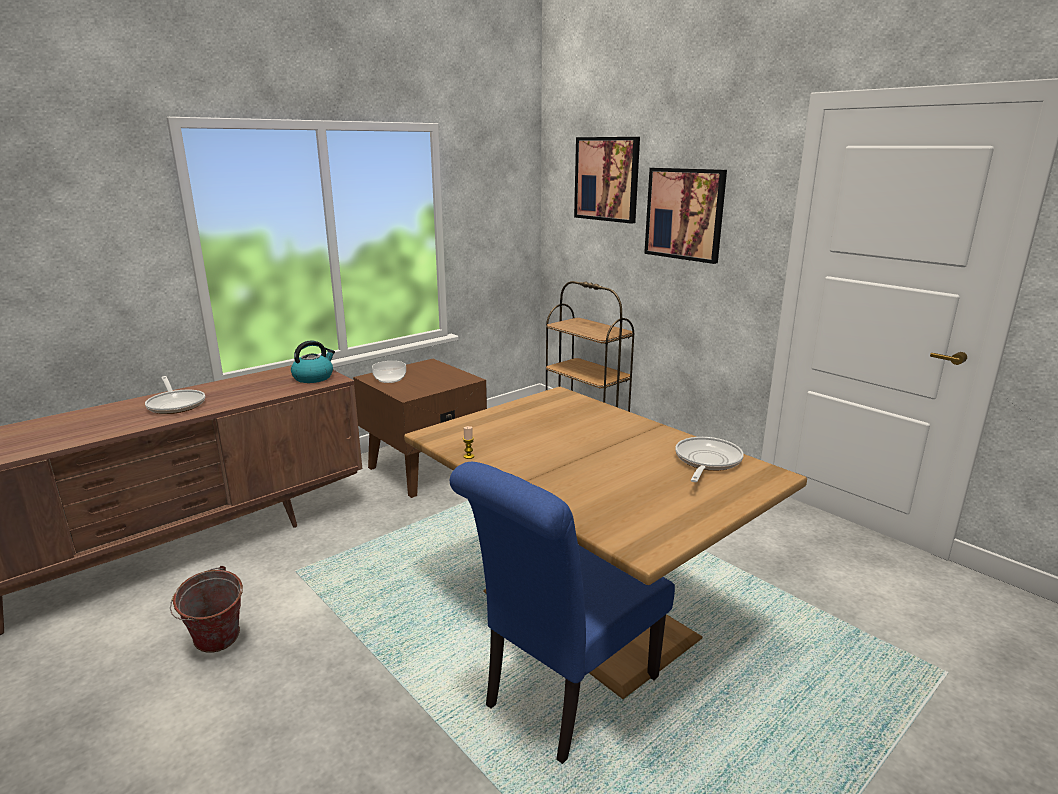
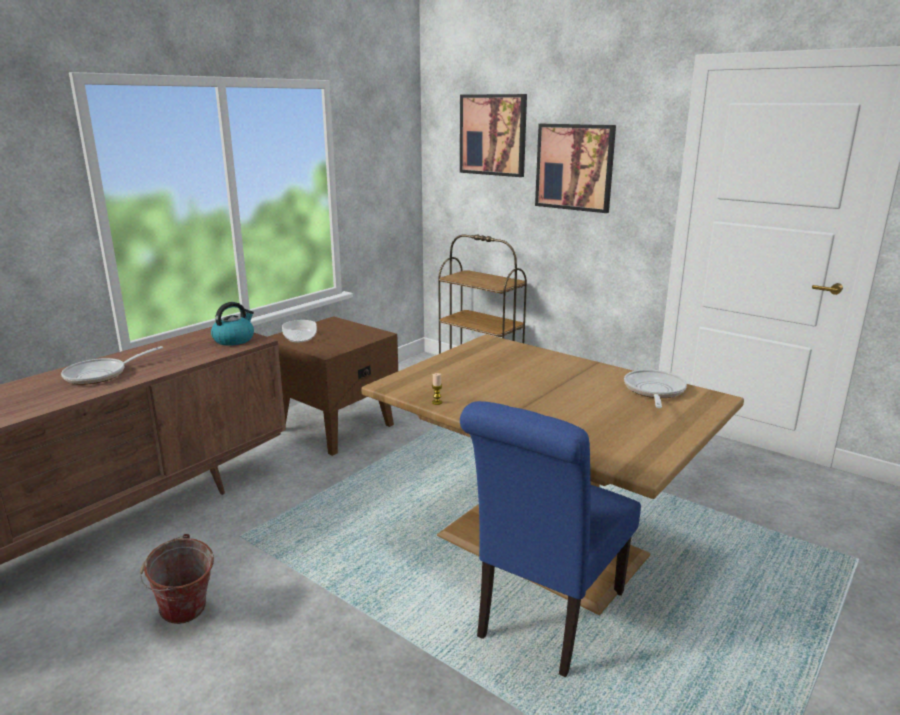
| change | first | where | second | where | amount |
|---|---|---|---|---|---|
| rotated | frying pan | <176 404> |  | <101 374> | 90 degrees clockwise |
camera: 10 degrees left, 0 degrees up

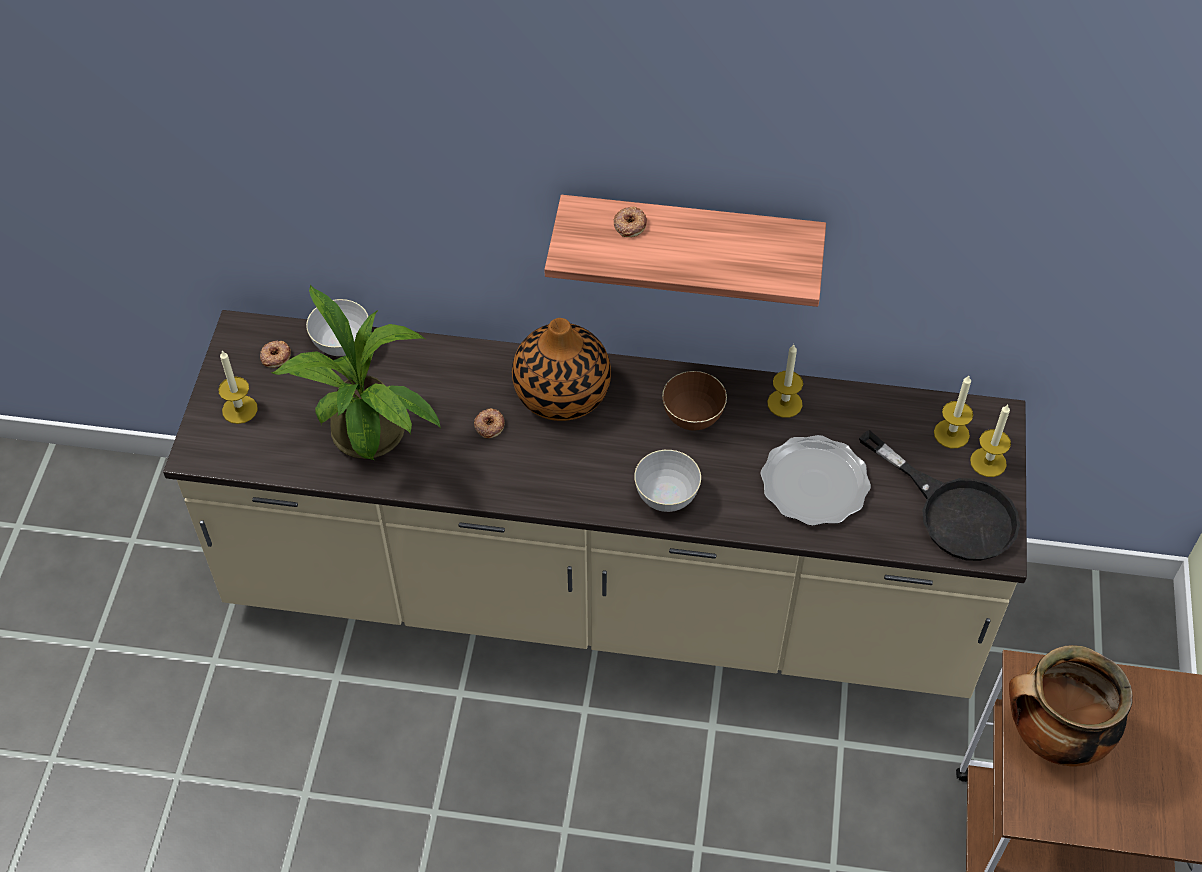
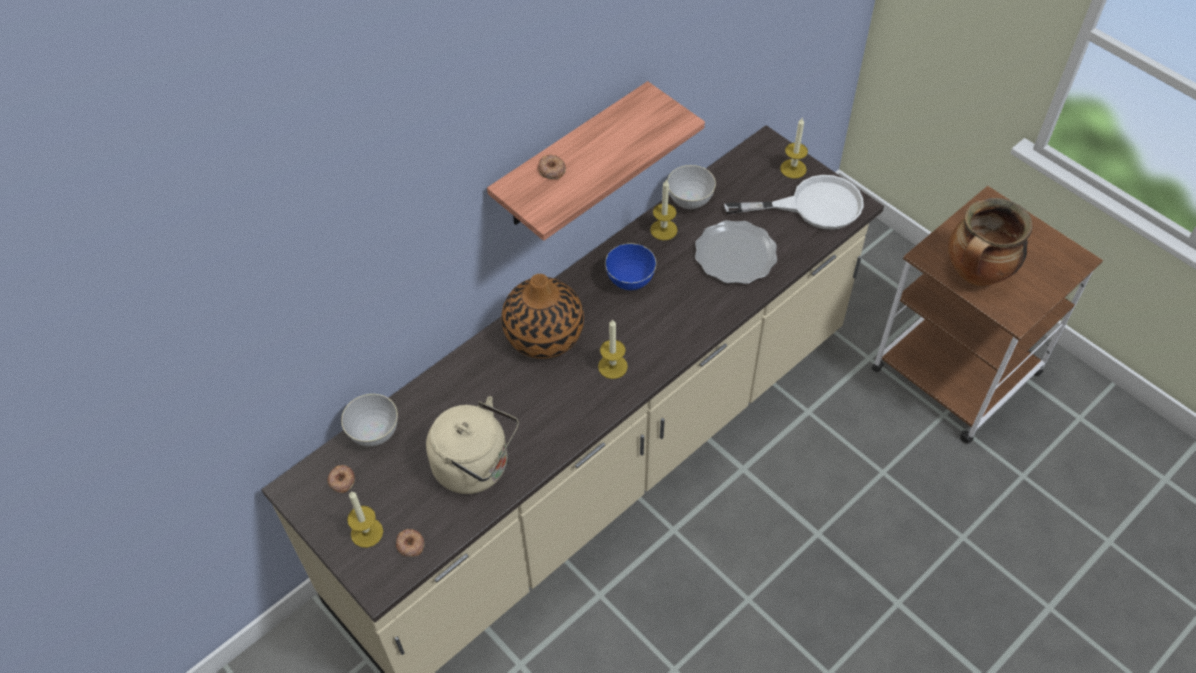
| change | first | where | second | where | amount |
|---|---|---|---|---|---|
| shifted | donut | <489 425> |  | <410 544> |  |
| shifted | bowl (grey) | <666 497> |  | <689 201> |  |
| shifted | candle | <951 434> |  | <612 366> |  |
| swapped | potted plant | <371 440> | kettle (beige) | <476 467> |  |
| repainted | bowl (brown) | <692 417> | bowl (blue) | <630 280> |  |
| repainted | frying pan (black) | <953 511> | frying pan (white) | <812 206> |  |
camera: 50 degrees left, 0 degrees up

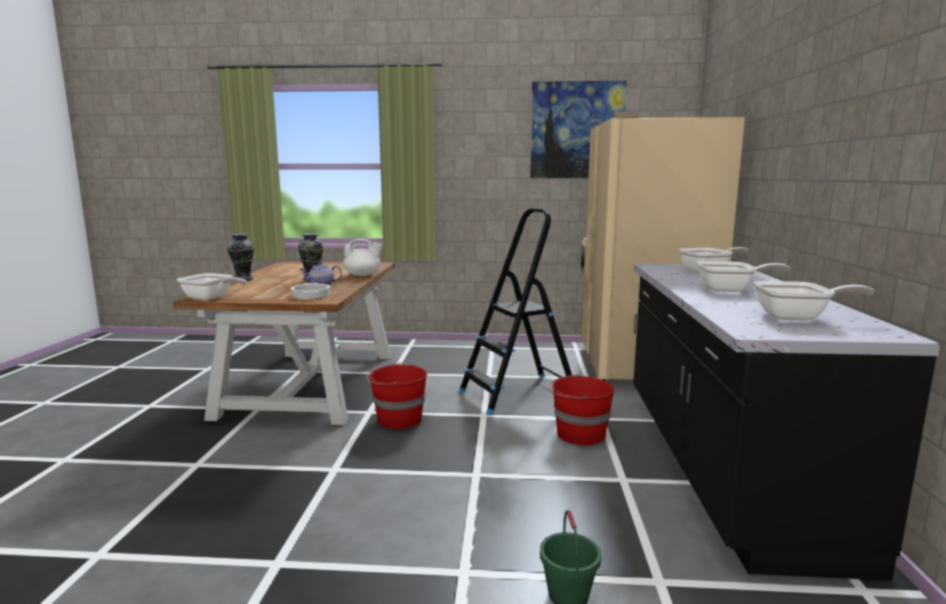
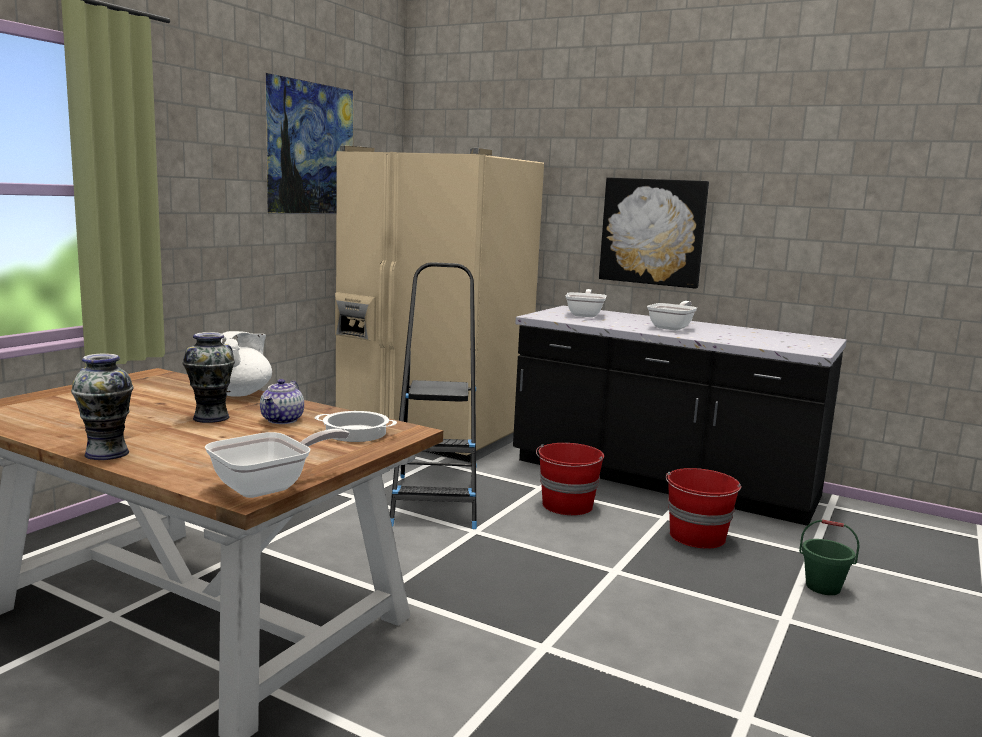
| change | first | where | second | where | amount |
|---|---|---|---|---|---|
| gone | frying pan | <798 317> |  |  |  |
| new |  |  | picture | <652 231> |  |
| shifted | bucket (red) | <398 419> |  | <697 537> |  |
camera: 65 degrees left, 0 degrees up

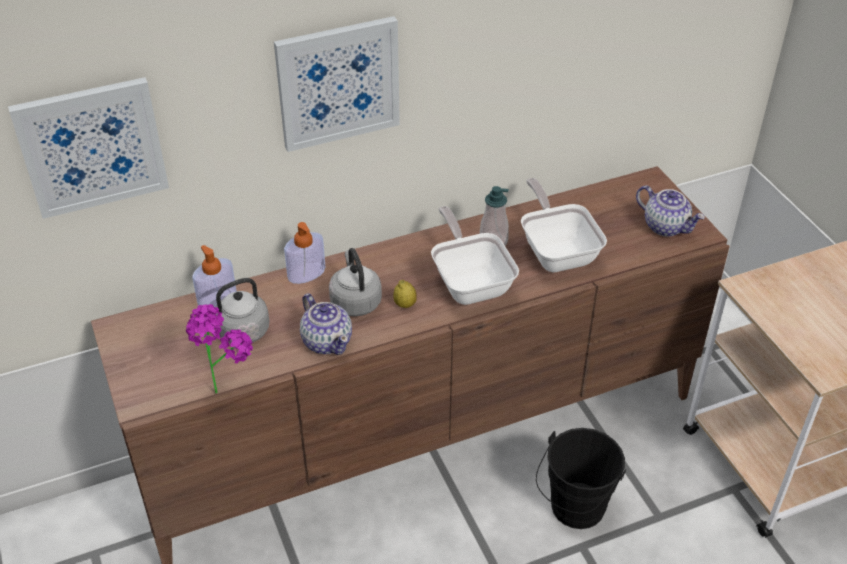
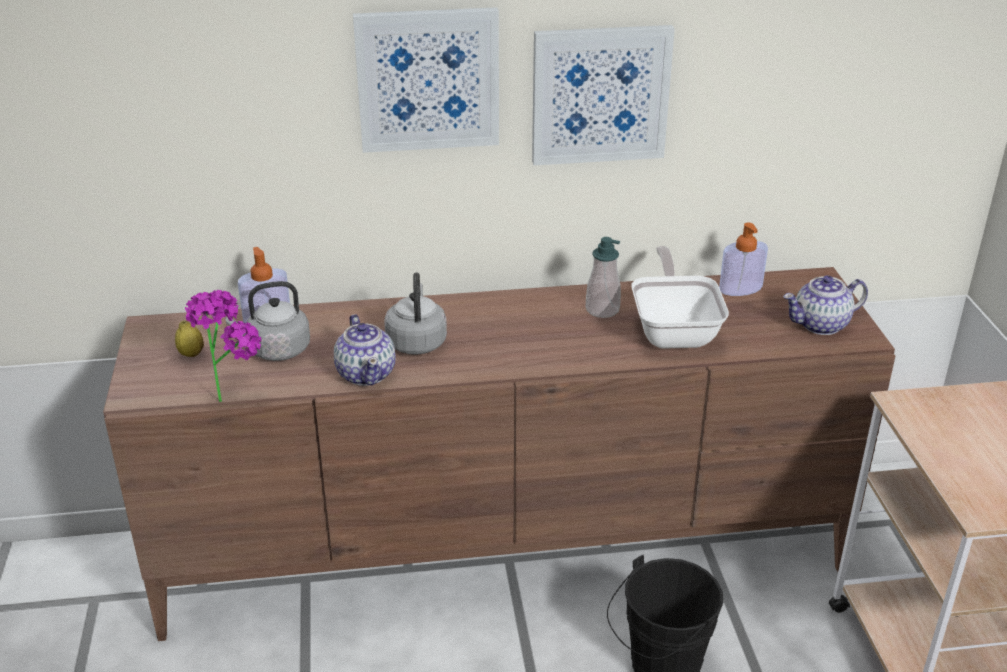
| change | first | where | second | where | amount |
|---|---|---|---|---|---|
| gone | frying pan | <470 282> |  |  |  |
| shifted | picture | <92 146> |  | <600 94> |  |
| shifted | soap dispenser | <306 273> |  | <740 288> |  |
| shifted | lemon | <405 304> |  | <191 354> |  |
| rotated | teapot | <666 226> |  | <820 325> | 105 degrees clockwise |
camera: 15 degrees right, 10 degrees down

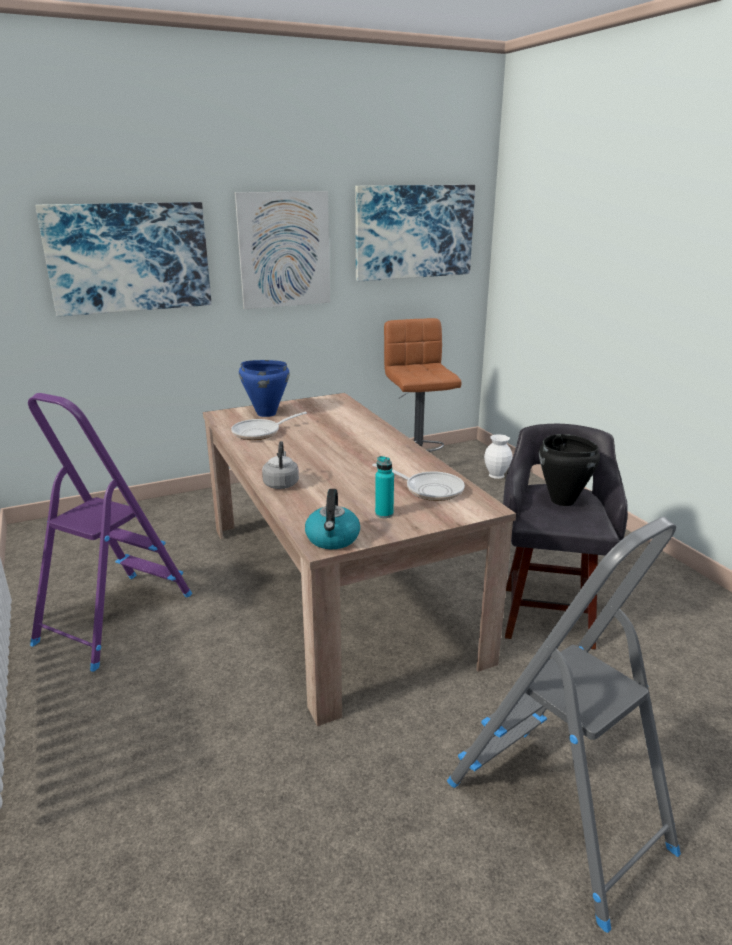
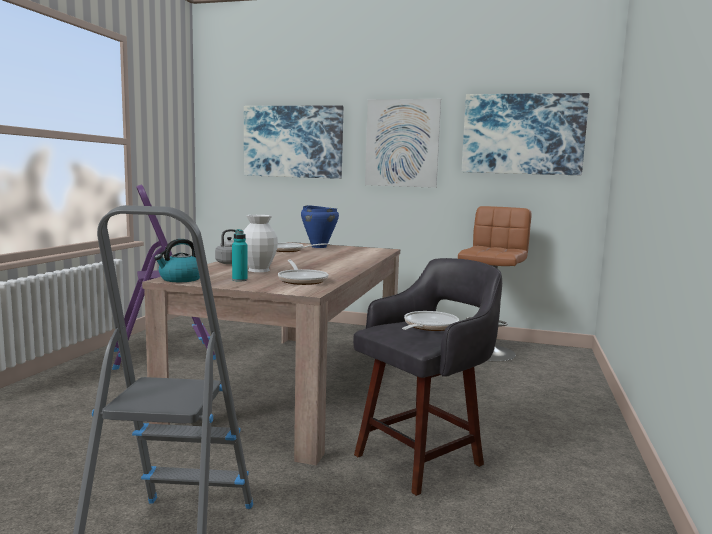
| change | first | where | second | where | amount |
|---|---|---|---|---|---|
| shifted | vase (white) | <496 475> |  | <259 270> |  |
| swapped | cooking pot (black) | <562 501> | frying pan | <428 327> |  |
camera: 40 degrees right, 15 degrees down

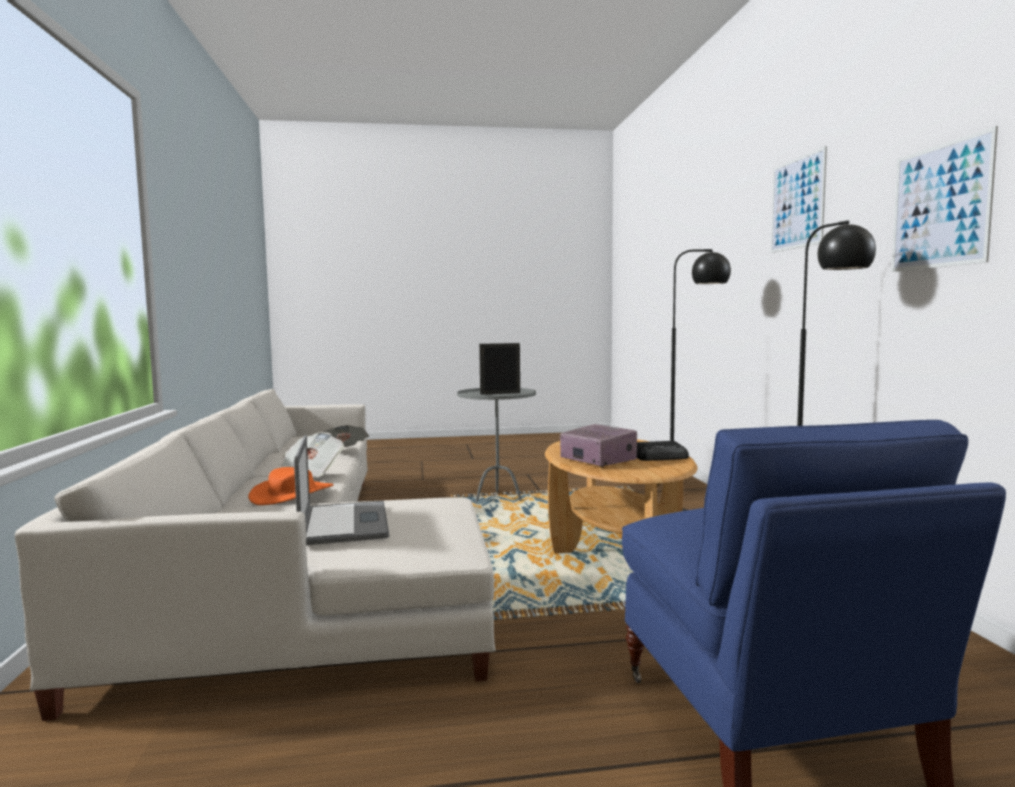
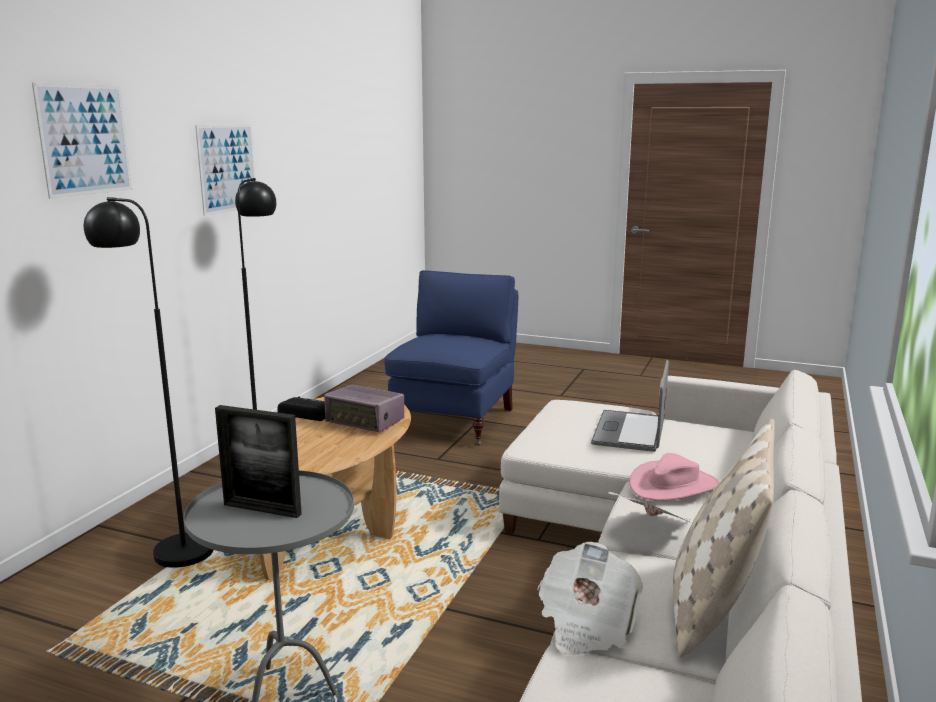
| change | first | where | second | where | amount |
|---|---|---|---|---|---|
| new |  |  | pillow (beige) | <715 606> |  |
| repainted | hat (orange) | <292 494> | hat (pink) | <673 485> |  |
| rotated | radio | <597 460> |  | <365 422> | 60 degrees counterclockwise |
camera: 150 degrees left, 10 degrees up

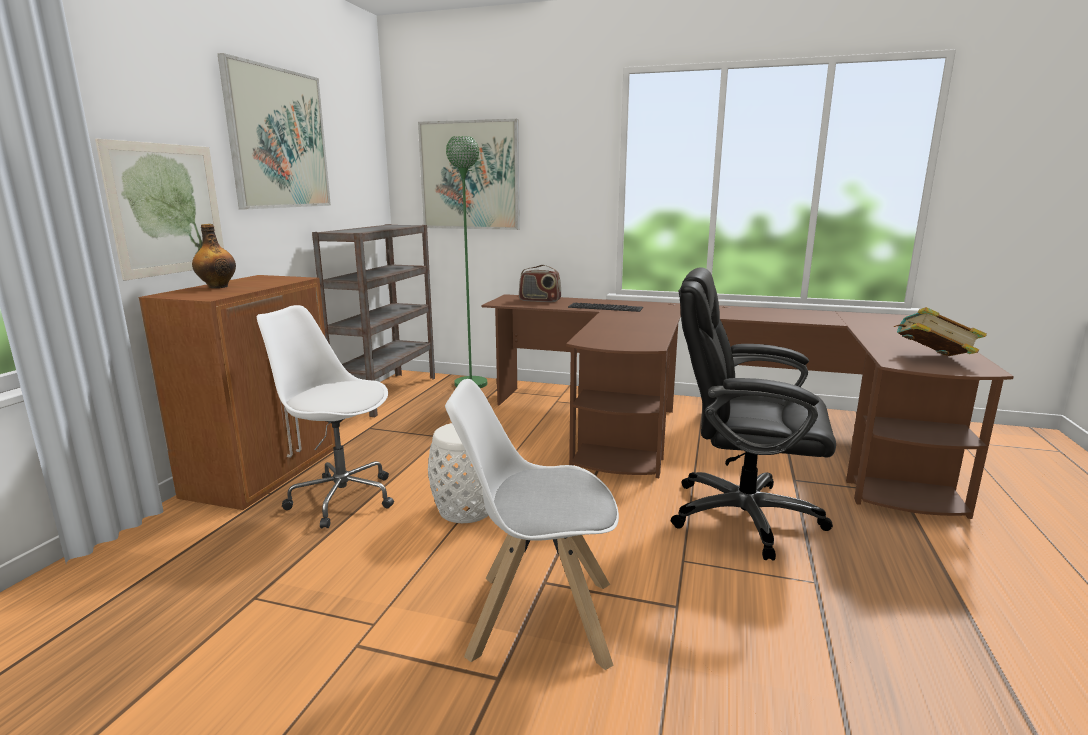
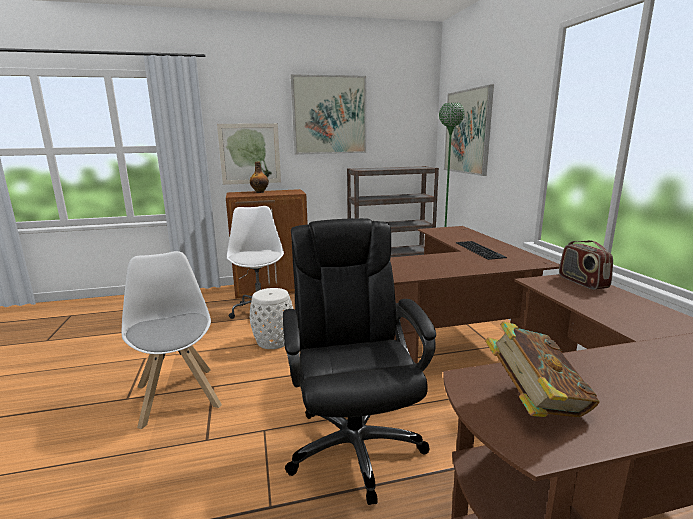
| change | first | where | second | where | amount |
|---|---|---|---|---|---|
| shifted | radio | <539 300> |  | <582 282> |  |
camera: 60 degrees right, 0 degrees up

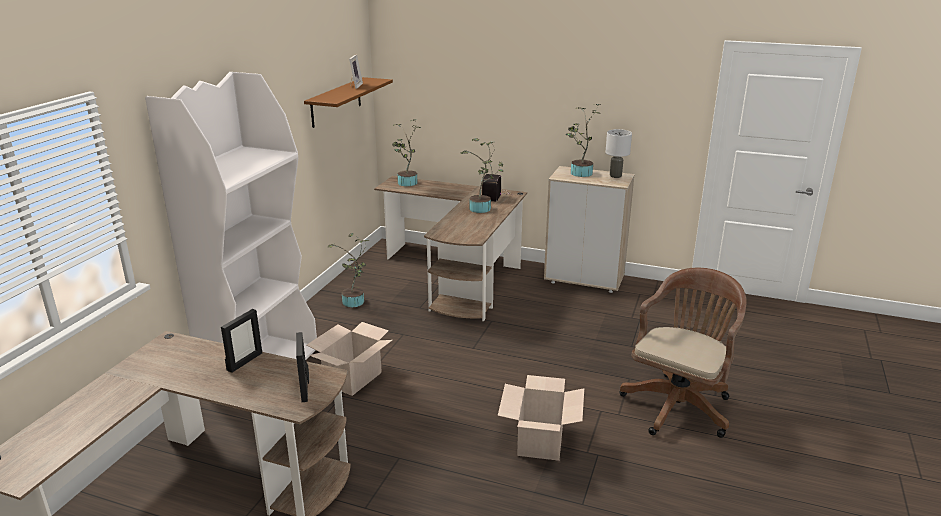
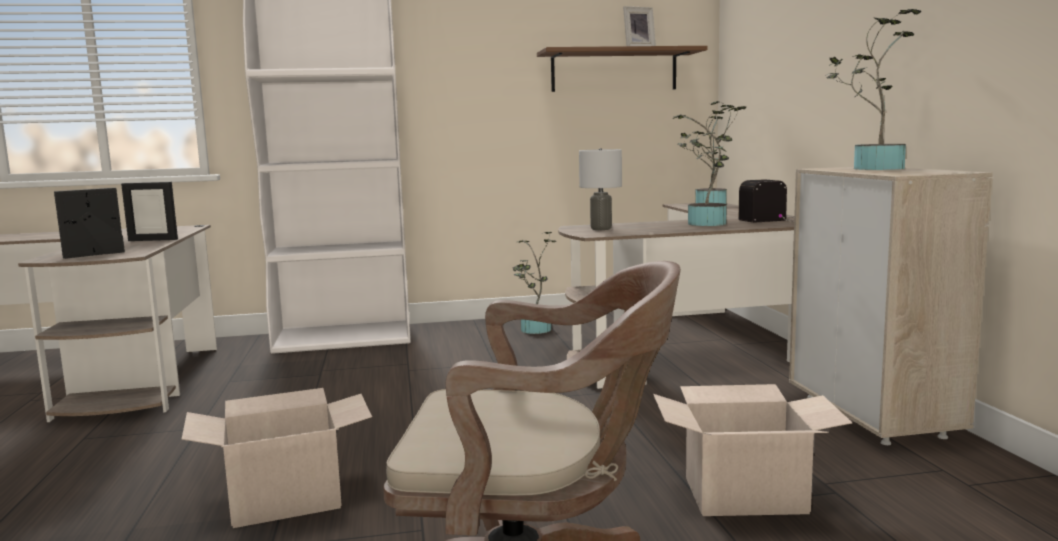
| change | first | where | second | where | amount |
|---|---|---|---|---|---|
| shifted | cardboard box | <353 378> |  | <745 496> |  |
| shifted | table lamp (white) | <615 176> |  | <602 229> |  |
camera: 60 degrees right, 15 degrees down

